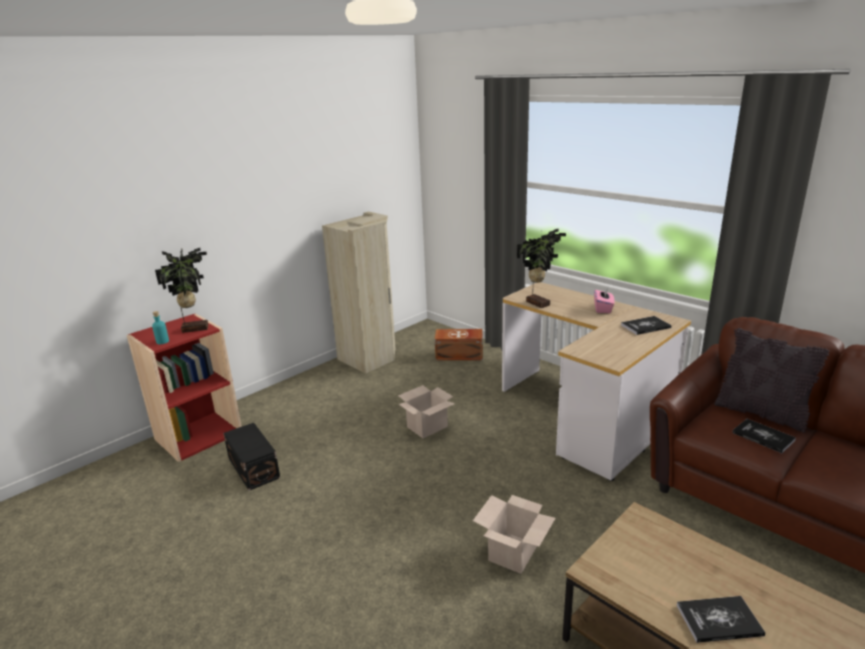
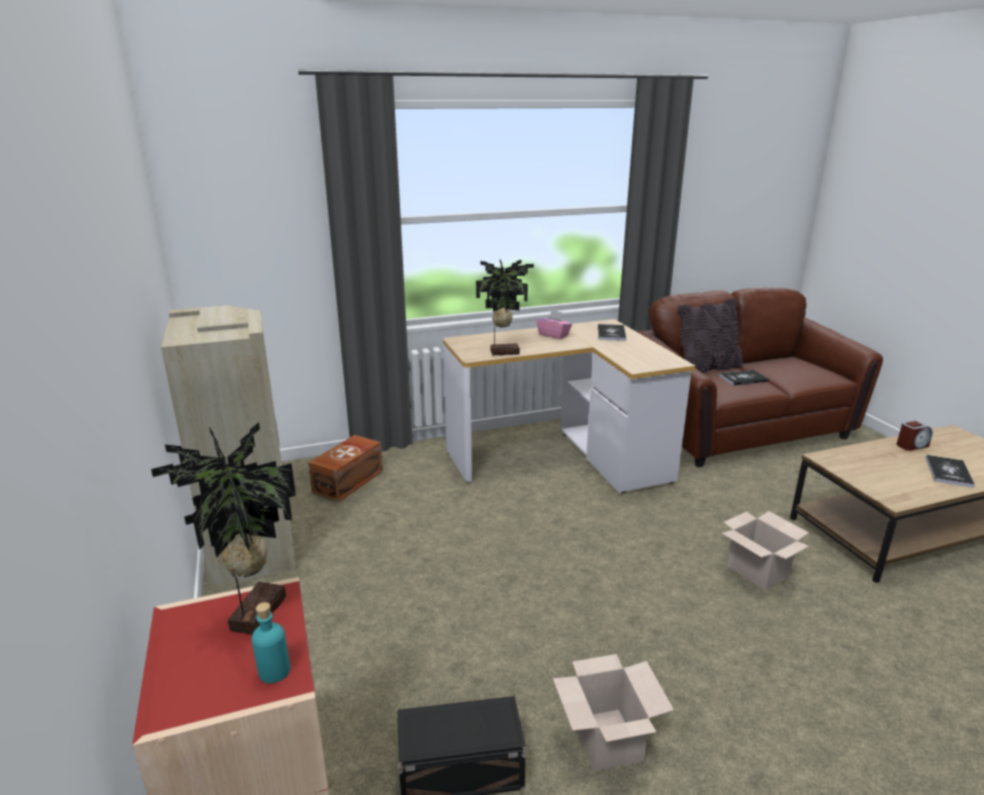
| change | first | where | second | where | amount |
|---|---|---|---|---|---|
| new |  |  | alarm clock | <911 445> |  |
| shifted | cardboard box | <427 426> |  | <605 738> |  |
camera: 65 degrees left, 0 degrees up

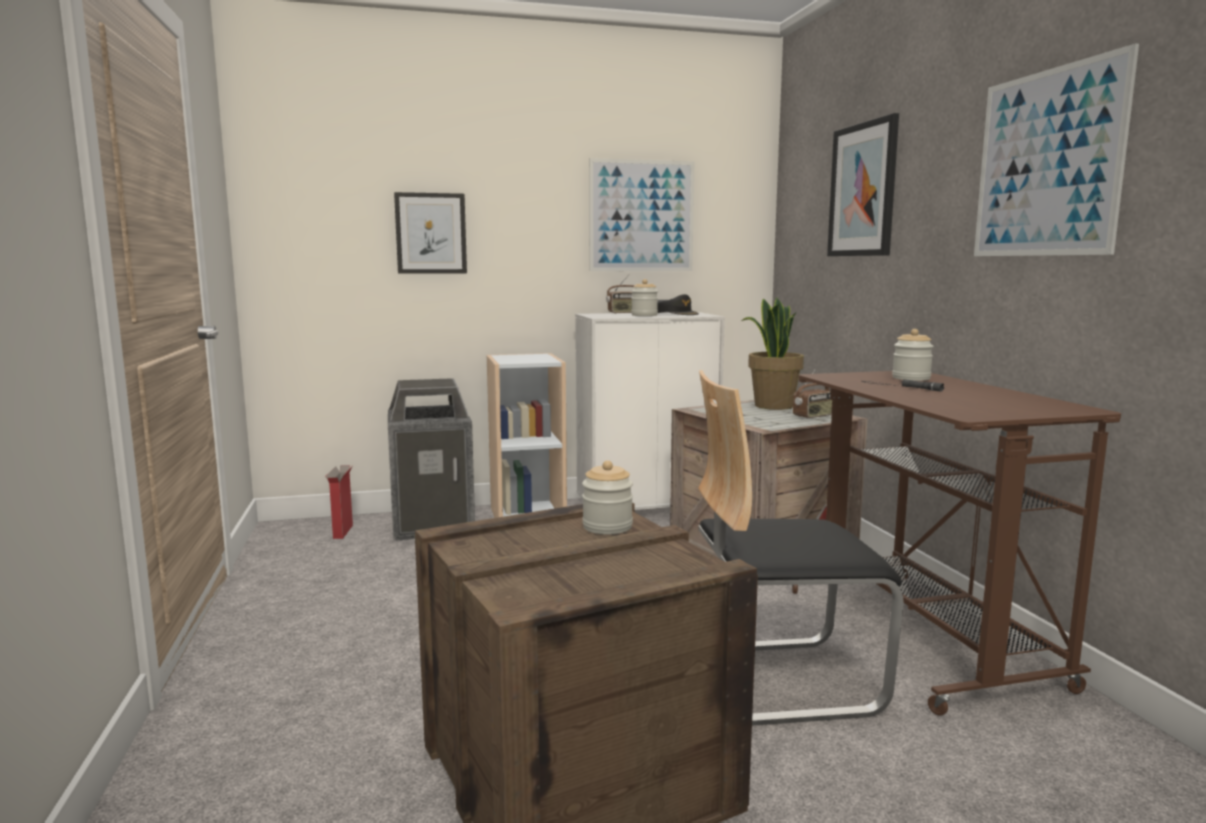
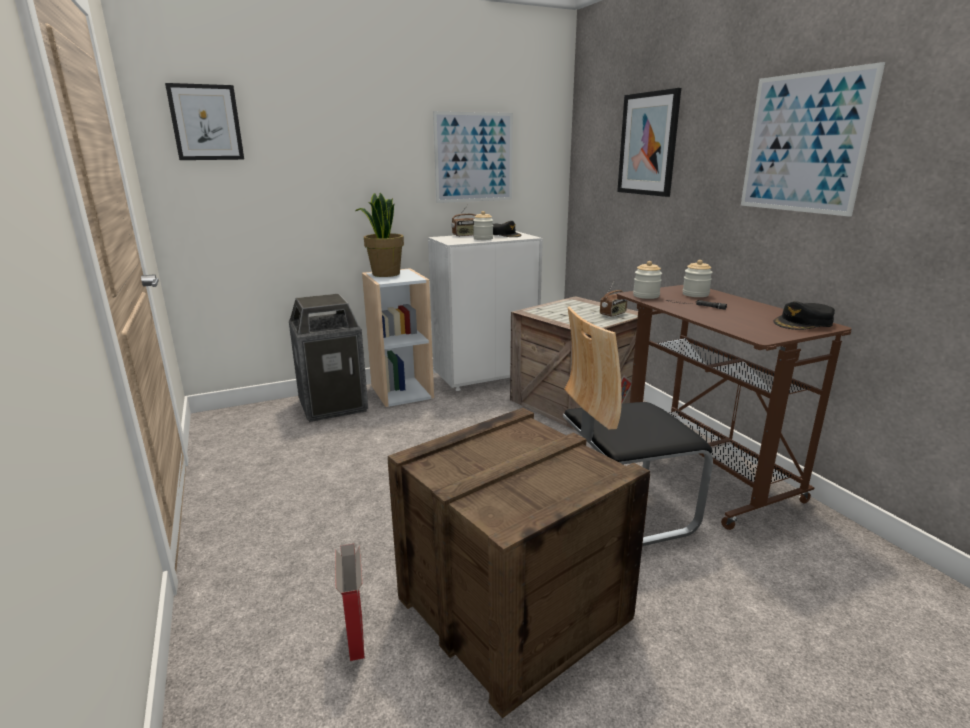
| change | first | where | second | where | amount |
|---|---|---|---|---|---|
| new |  |  | cap (black) | <803 323> |  |
| shifted | cardboard box | <343 532> |  | <356 638> |  |
| shifted | picture | <431 233> |  | <206 122> |  |
| shifted | jar | <607 527> |  | <646 296> |  |
| shifted | potted plant | <773 406> |  | <385 274> |  |
camera: 10 degrees left, 10 degrees up

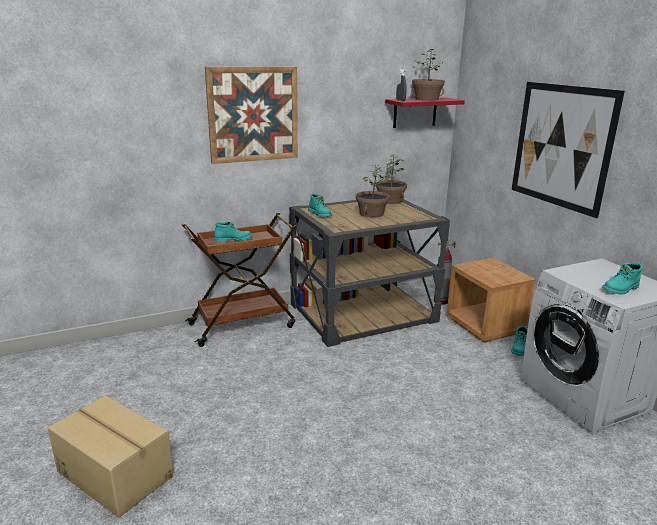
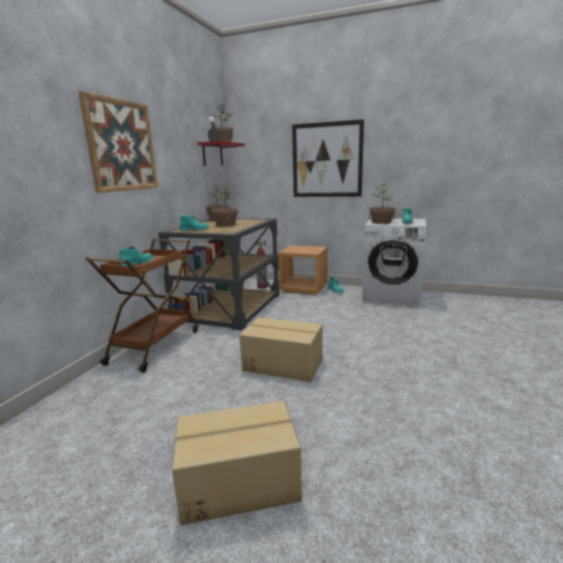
| change | first | where | second | where | amount |
|---|---|---|---|---|---|
| new |  |  | cardboard box | <283 364> |  |
| new |  |  | potted plant | <381 222> |  |
camera: 45 degrees left, 5 degrees down

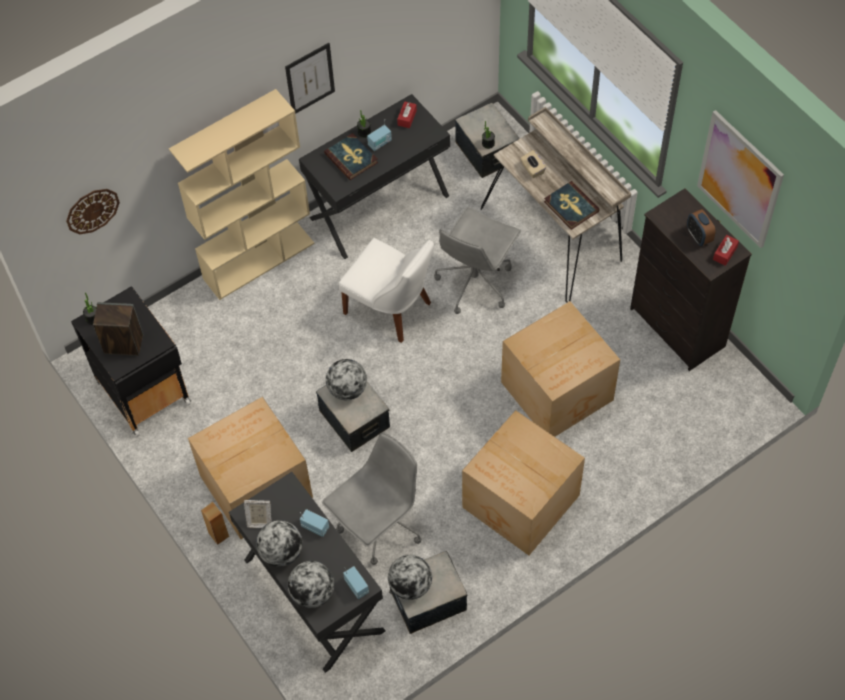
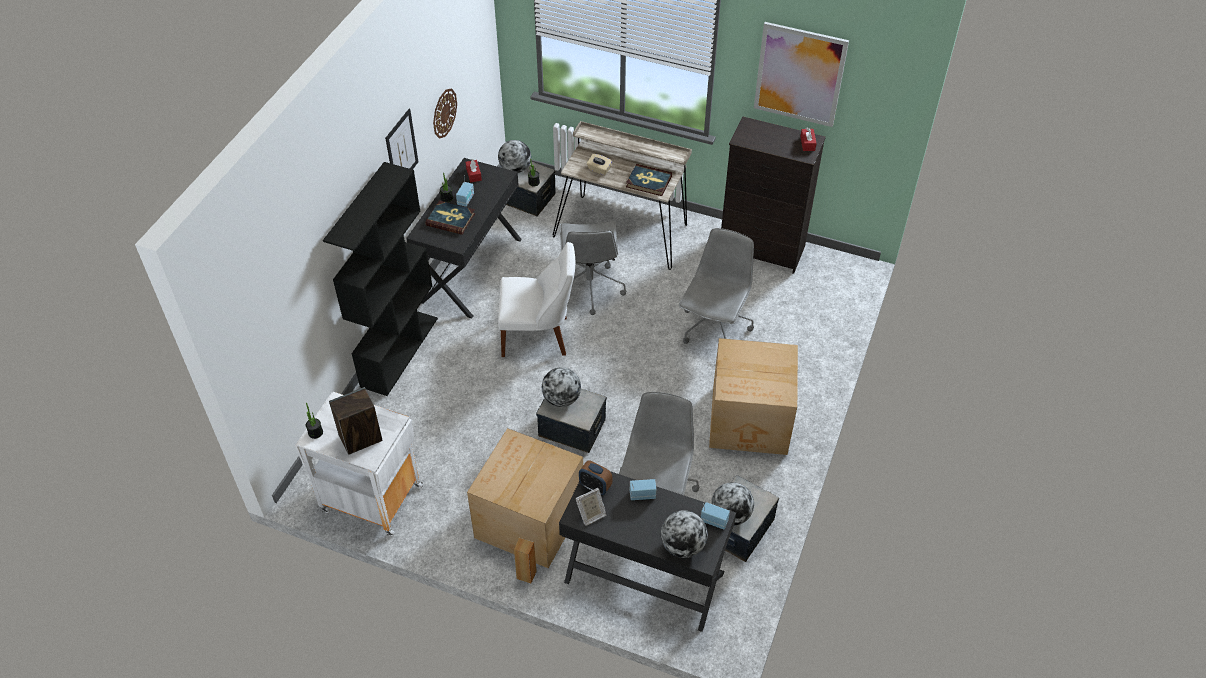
| change | first | where | second | where | amount |
|---|---|---|---|---|---|
| shifted | wall clock | <92 210> |  | <444 113> |  |
| shifted | globe | <281 552> |  | <515 169> |  |
| shifted | alarm clock | <698 236> |  | <595 486> |  |
| swapped | cardboard box | <559 391> | office chair (grey) | <713 331> |  |
| repainted | cart (black) | <143 391> | cart (white) | <370 498> |  |
| repainted | bookcase (beige) | <259 260> | bookcase (black) | <399 351> |  |
camera: 35 degrees left, 10 degrees down

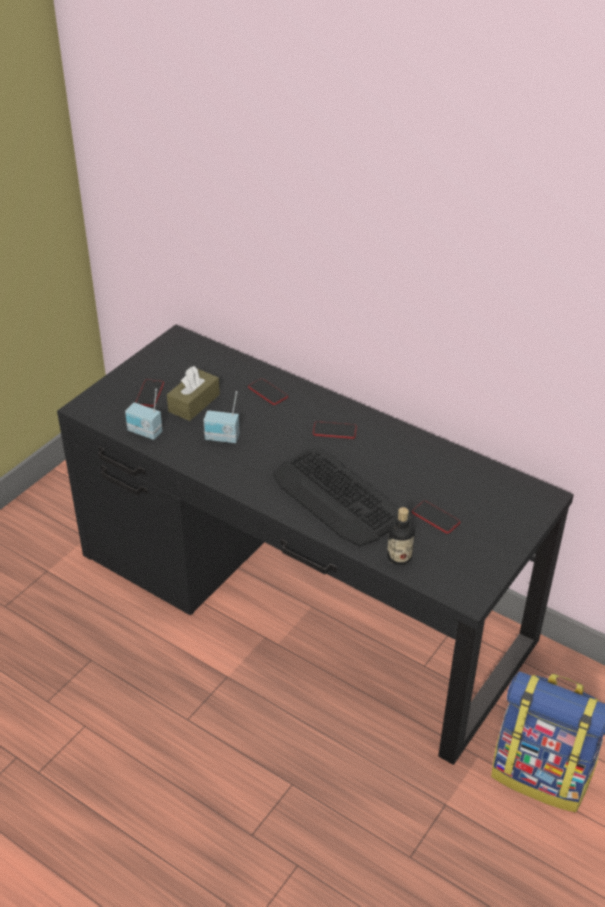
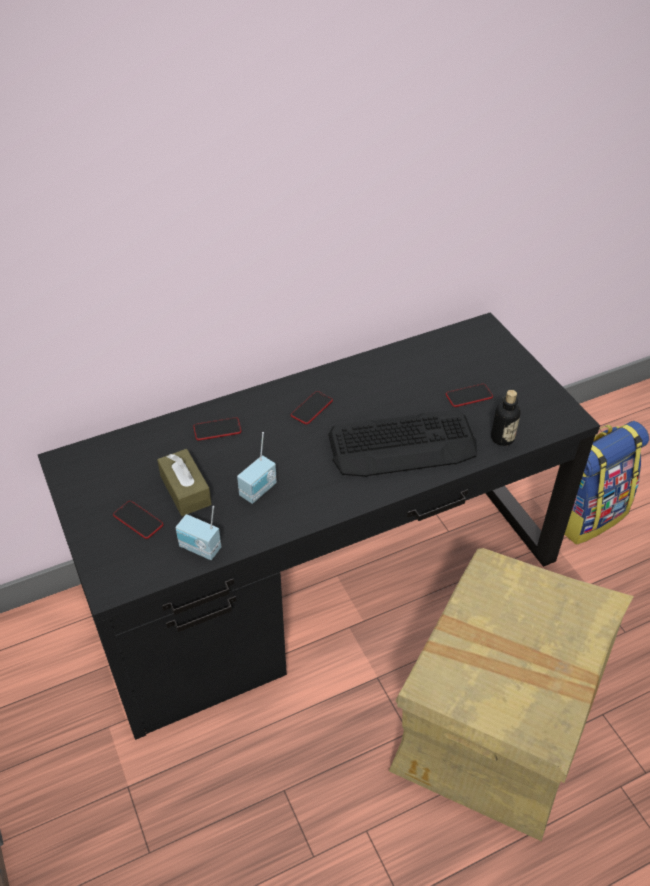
| change | first | where | second | where | amount |
|---|---|---|---|---|---|
| new |  |  | cardboard box | <492 730> |  |
| rotated | radio | <144 432> |  | <199 549> | 60 degrees clockwise |
camera: 60 degrees left, 5 degrees up

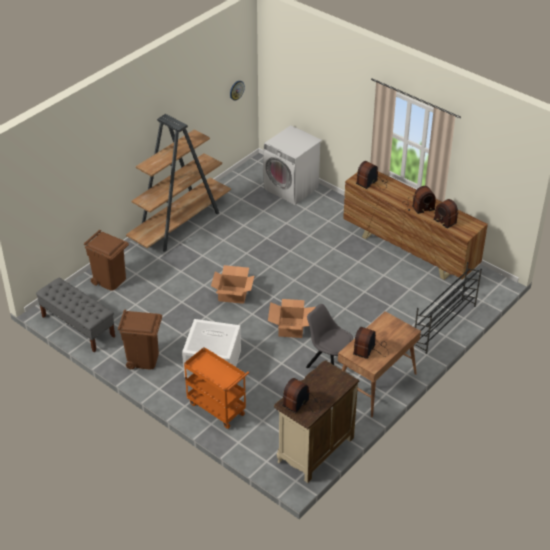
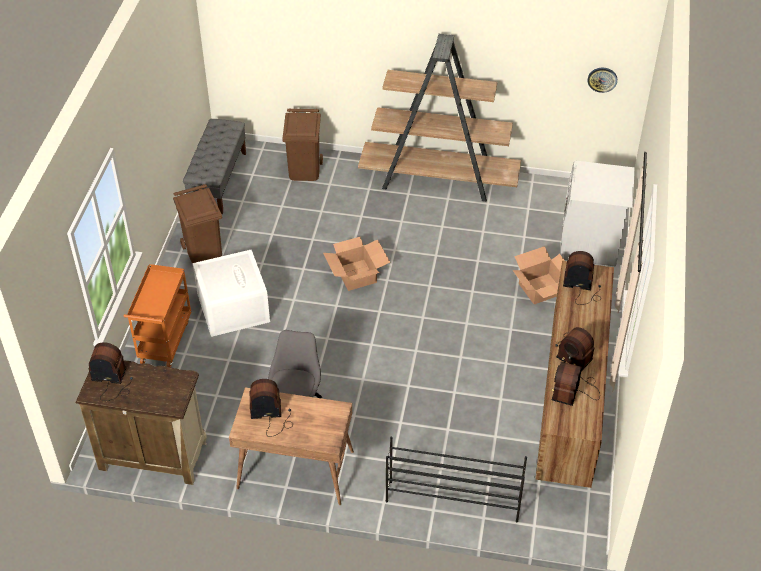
| change | first | where | second | where | amount |
|---|---|---|---|---|---|
| shifted | cardboard box | <291 327> |  | <541 289> |  |
camera: 60 degrees right, 5 degrees up

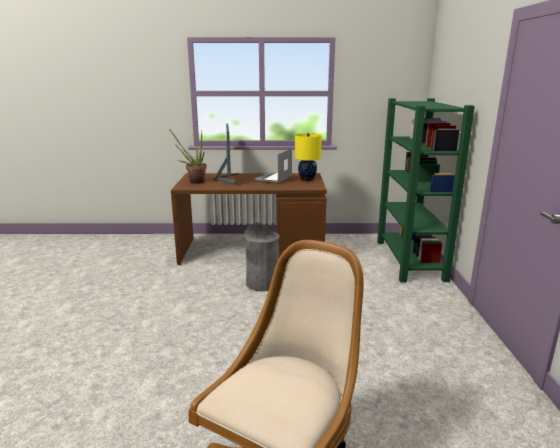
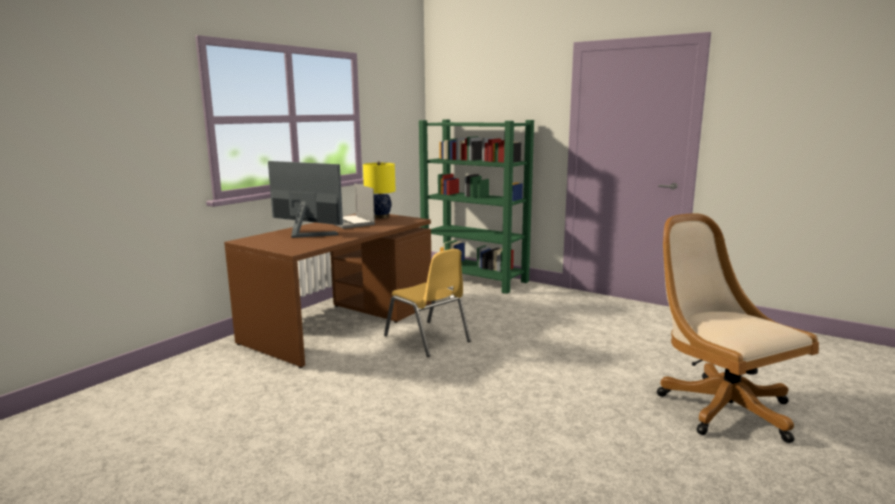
| change | first | where | second | where | amount |
|---|---|---|---|---|---|
| gone | potted plant | <193 182> |  |  |  |
| swapped | trash can (grey) | <263 283> | chair (yellow) | <427 339> |  |
camera: 55 degrees left, 5 degrees down

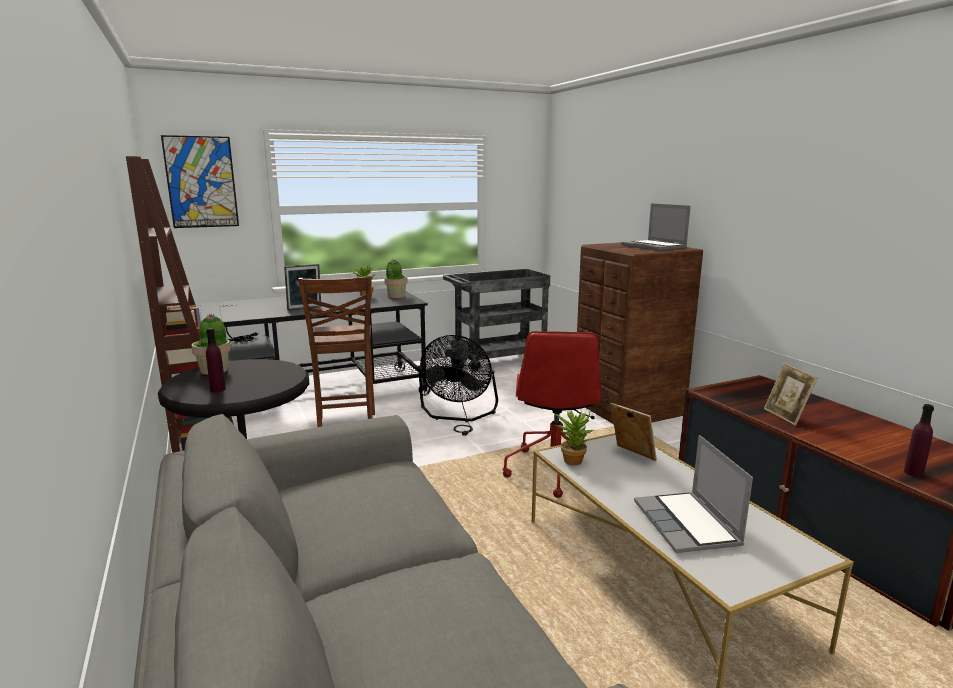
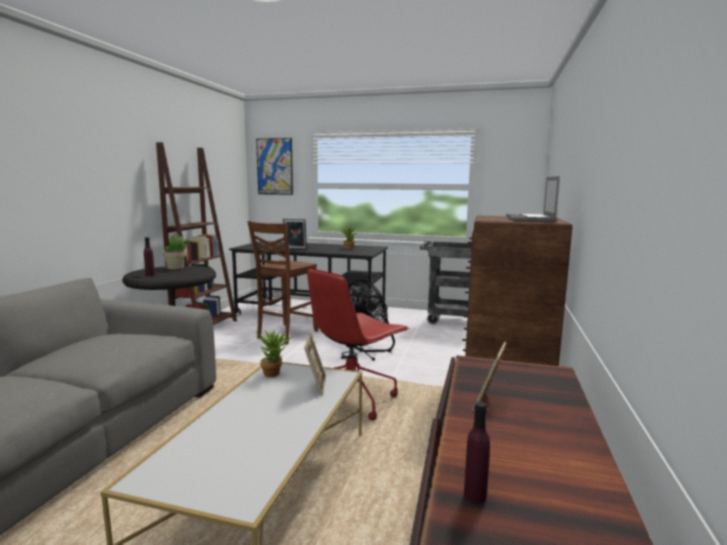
| change | first | where | second | where | amount |
|---|---|---|---|---|---|
| gone | potted plant | <396 296> |  |  |  |
| gone | laptop | <688 524> |  |  |  |
camera: 40 degrees right, 5 degrees down

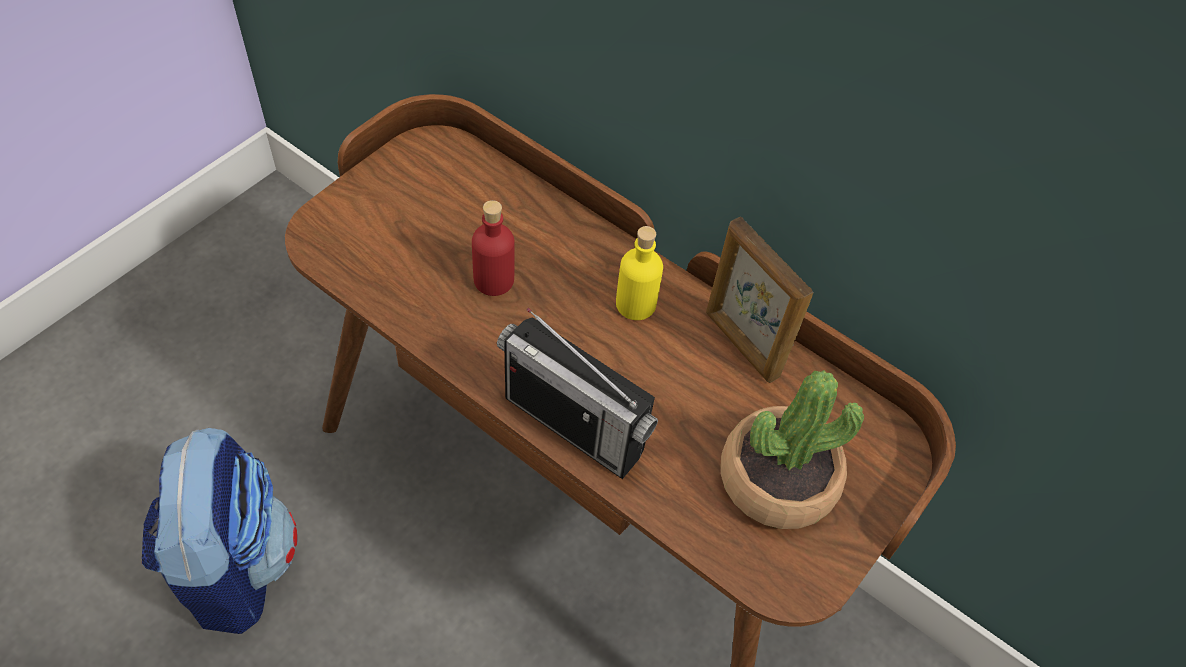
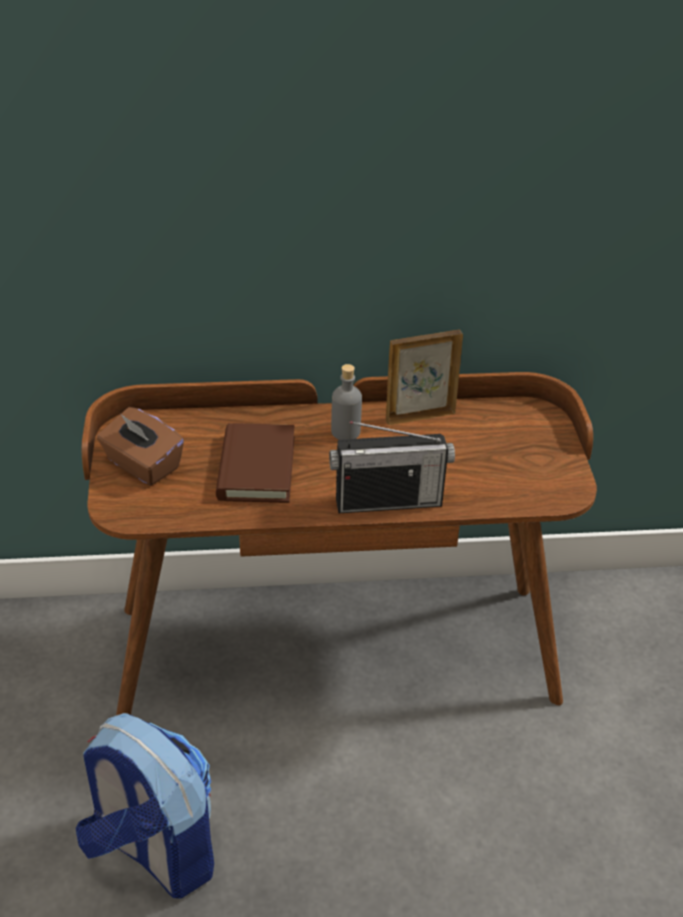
| change | first | where | second | where | amount |
|---|---|---|---|---|---|
| gone | potted plant | <777 480> |  |  |  |
| new |  |  | tissue box (brown) | <142 465> |  |
| swapped | bottle (red) | <494 280> | book (brown) | <256 468> |  |
| repainted | bottle (yellow) | <635 304> | bottle (grey) | <345 432> |  |
| rotated | picture frame | <741 344> |  | <419 416> | 150 degrees clockwise |
camera: 40 degrees left, 15 degrees down

